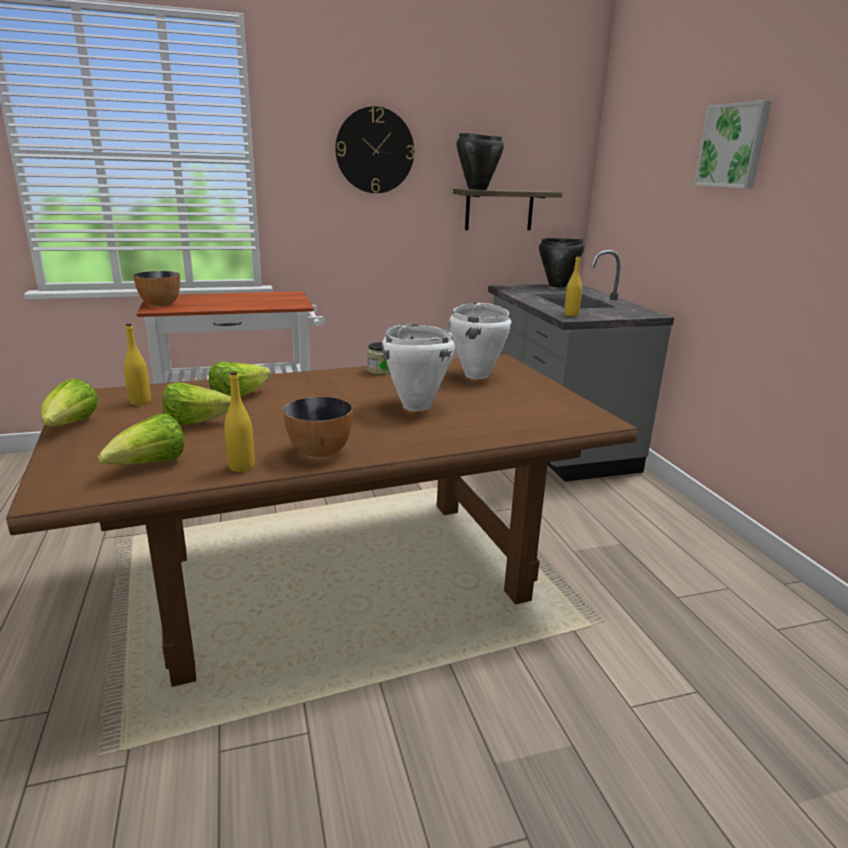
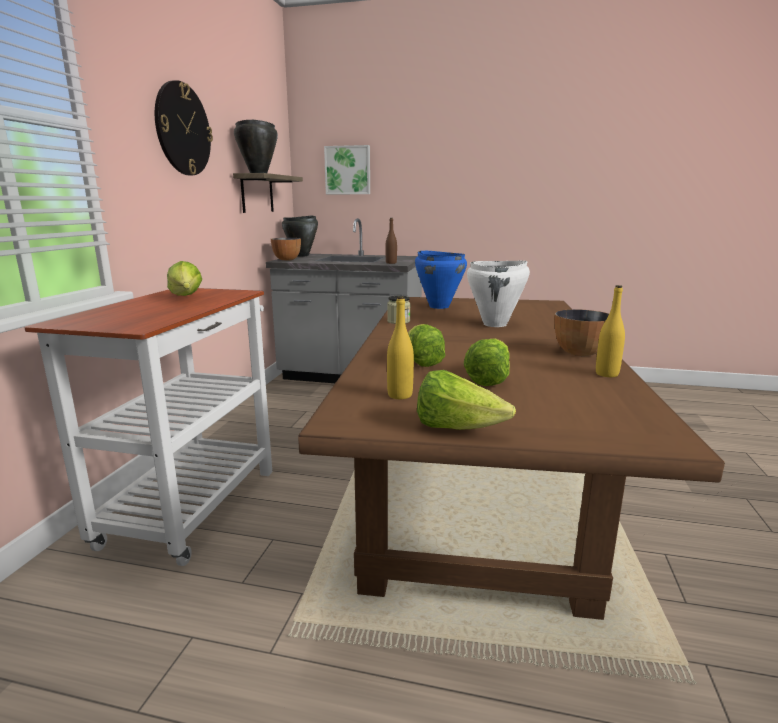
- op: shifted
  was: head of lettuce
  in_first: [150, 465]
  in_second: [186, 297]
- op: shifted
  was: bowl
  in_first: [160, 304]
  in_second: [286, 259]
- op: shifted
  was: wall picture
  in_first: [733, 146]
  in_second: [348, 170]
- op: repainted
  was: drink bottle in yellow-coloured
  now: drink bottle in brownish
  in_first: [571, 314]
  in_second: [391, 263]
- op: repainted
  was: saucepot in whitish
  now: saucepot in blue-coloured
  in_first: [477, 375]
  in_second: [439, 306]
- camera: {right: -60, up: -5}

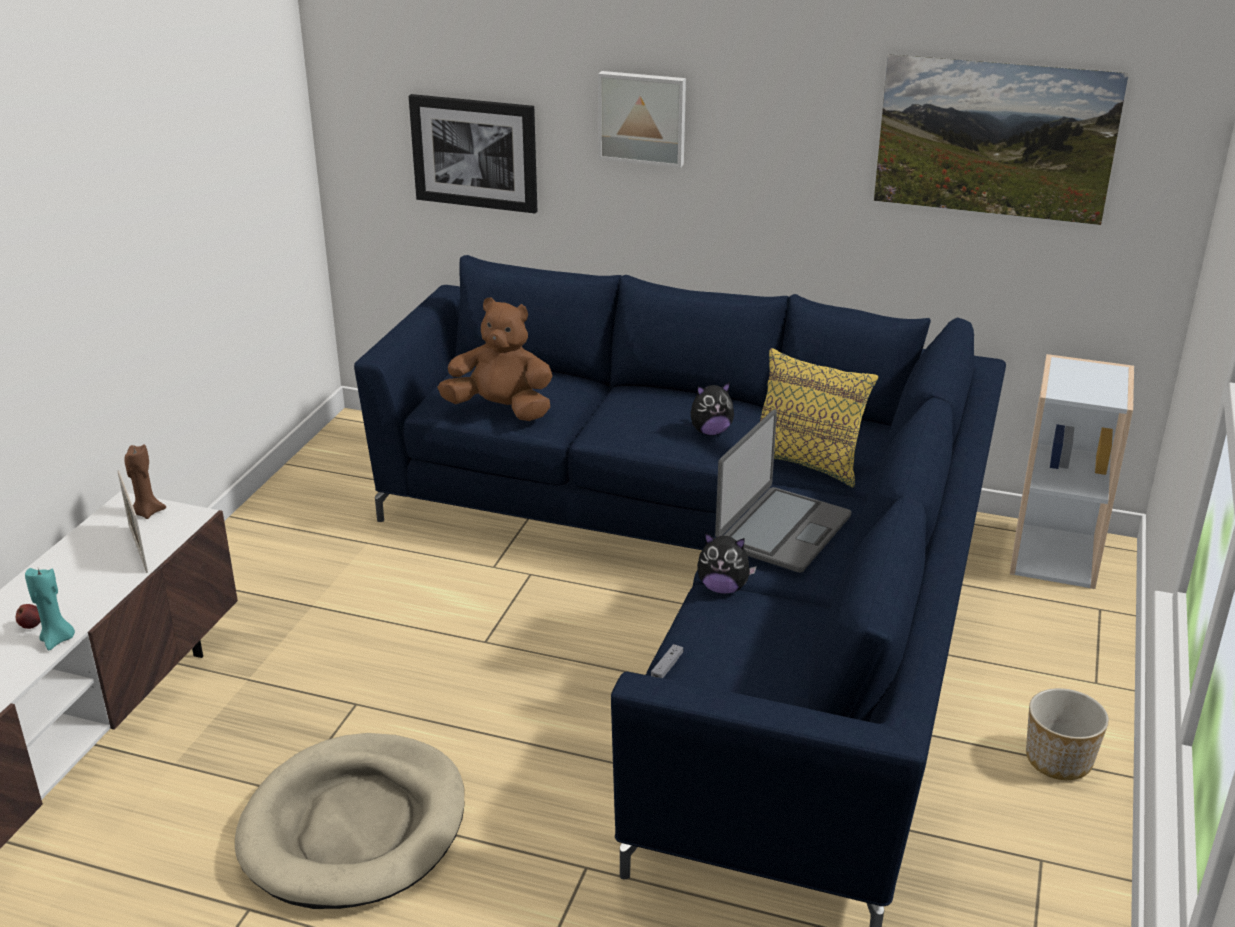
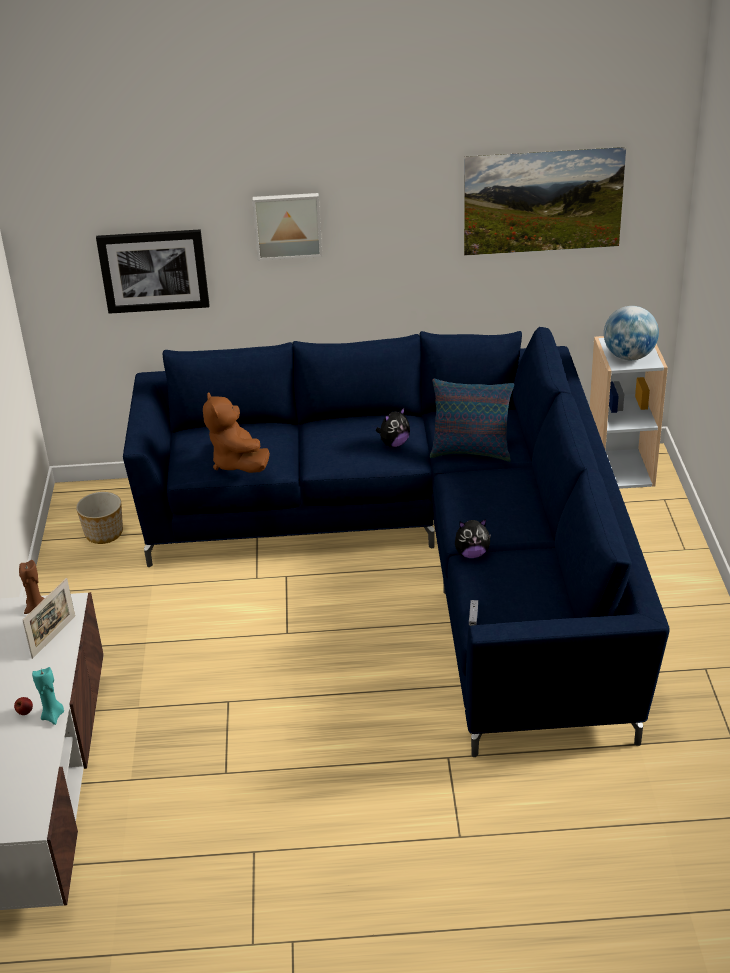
- op: rotated
  was: picture frame
  in_first: [138, 549]
  in_second: [53, 637]
  clockwise: -105
- op: shifted
  was: flower pot
  in_first: [1059, 760]
  in_second: [104, 533]
- op: rotated
  was: plush toy in brownish
  in_first: [501, 410]
  in_second: [237, 463]
  clockwise: -105
- op: repainted
  was: pillow in yellow-coloured
  now: pillow in blue-coloured
  in_first: [806, 465]
  in_second: [471, 453]
- op: new
  now: globe
  in_second: [629, 357]
- op: gone
  was: pet bed in beige
  in_first: [355, 827]
- op: gone
  was: laptop
  in_first: [782, 530]
- camera: {right: -20, up: 5}

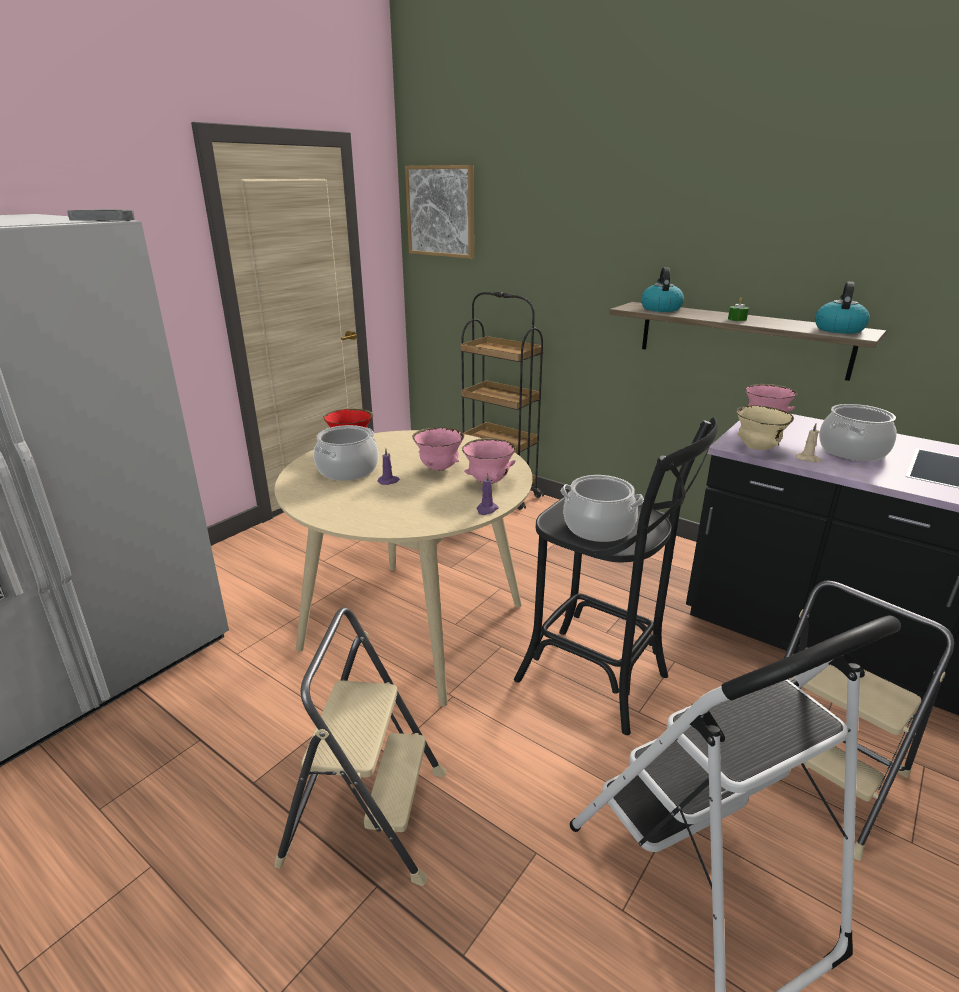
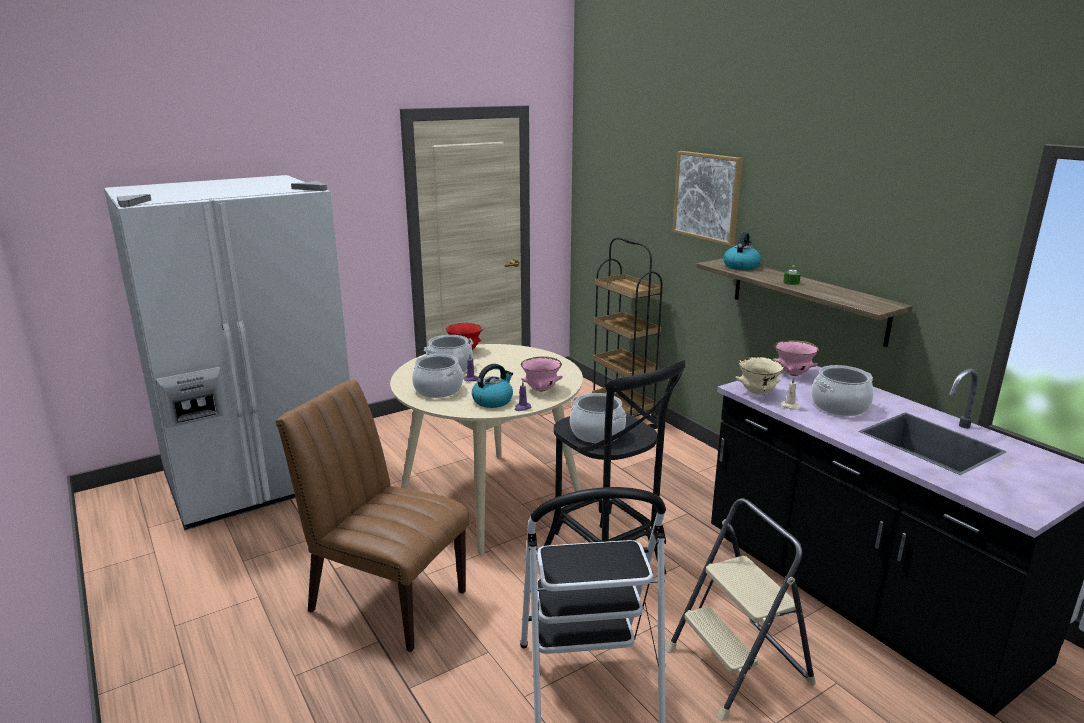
- op: swapped
  was: stepladder in beige
  now: plain chair in brownish
  in_first: [359, 813]
  in_second: [389, 601]
- op: new
  now: saucepot
  in_second: [438, 389]
- op: shifted
  was: tea kettle
  in_first: [838, 329]
  in_second: [493, 400]
- op: shifted
  was: wall picture
  in_first: [441, 211]
  in_second: [707, 196]
- op: gone
  was: bowl in pink
  in_first: [439, 468]
- camera: {right: 20, up: -5}

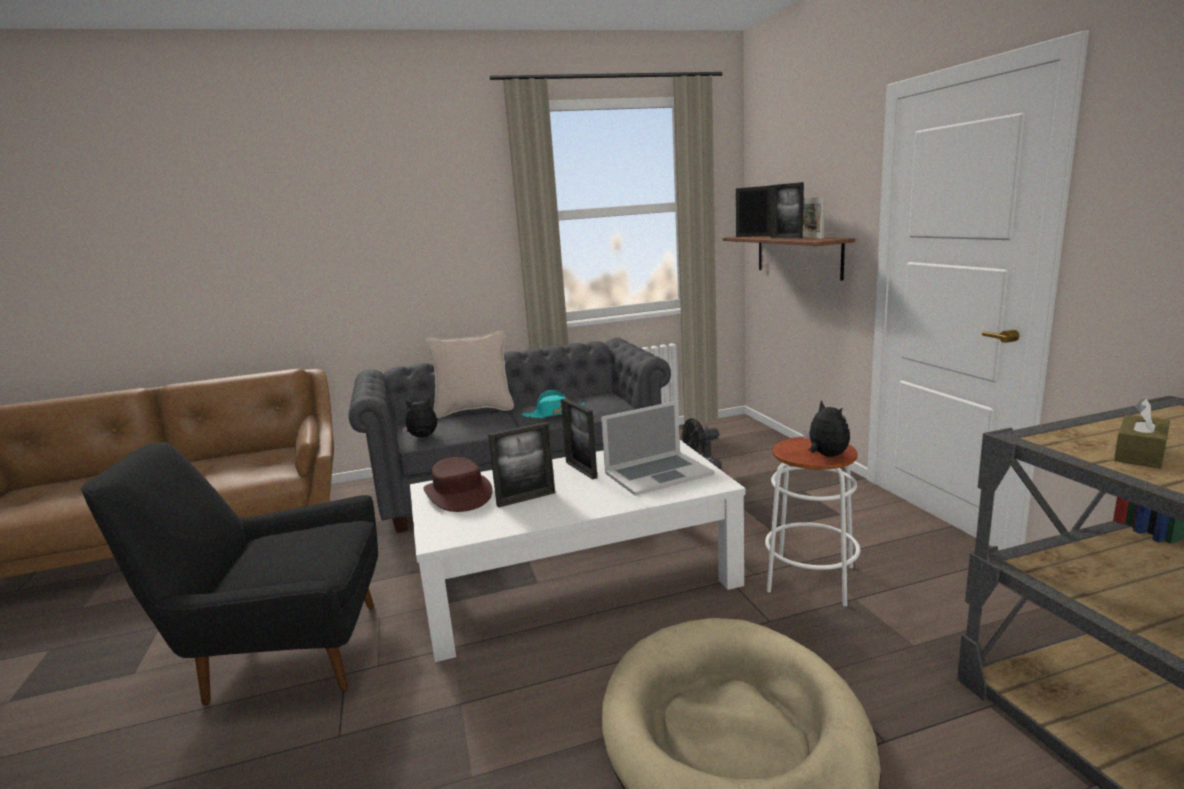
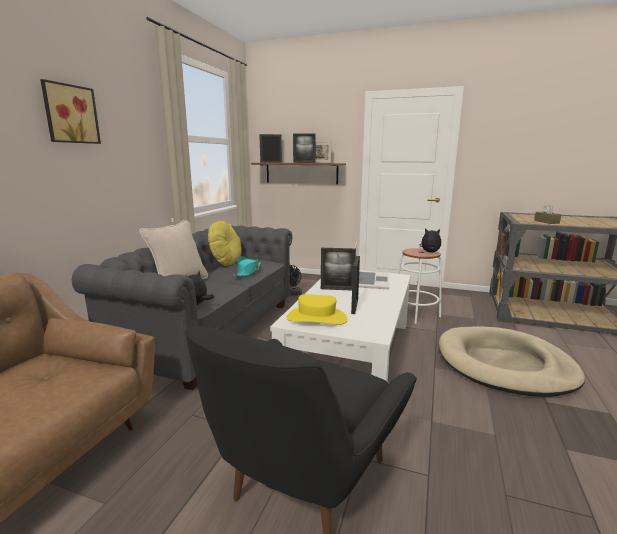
- op: new
  now: wall picture
  in_second: [70, 114]
- op: new
  now: pillow in yellow-coloured
  in_second: [226, 263]
- op: repainted
  was: wearable hat in brownish
  now: wearable hat in yellow-coloured
  in_first: [458, 494]
  in_second: [316, 318]
- camera: {right: -55, up: 0}

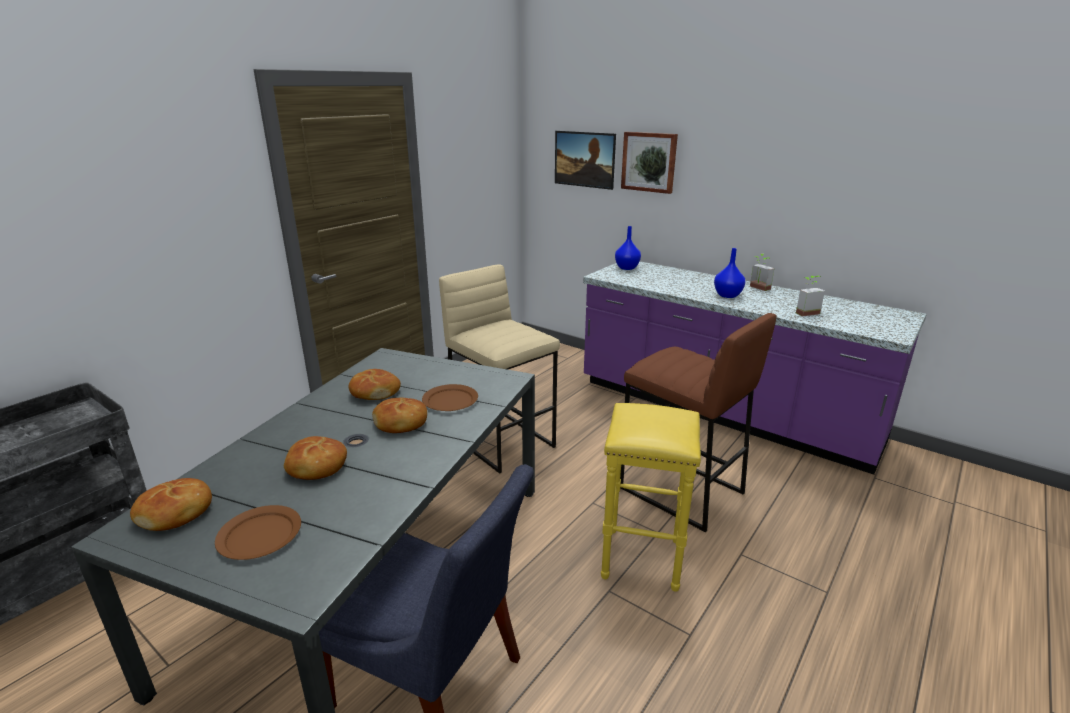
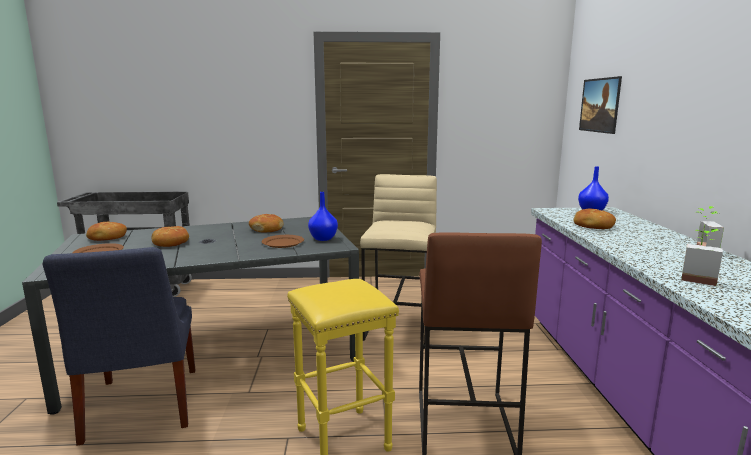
- op: shifted
  was: decorative vase in blue-coloured
  in_first: [728, 295]
  in_second: [323, 239]
- op: shifted
  was: bread
  in_first: [401, 423]
  in_second: [593, 226]
- op: gone
  was: wall picture
  in_first: [649, 162]
- camera: {right: 50, up: -10}

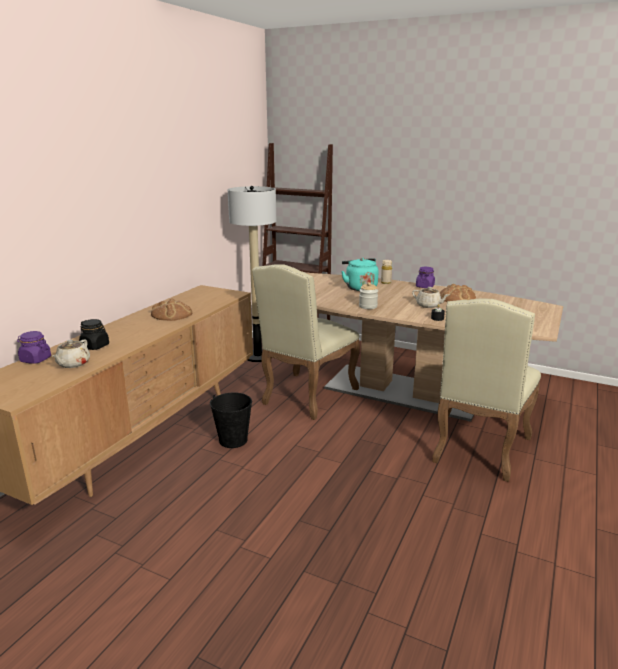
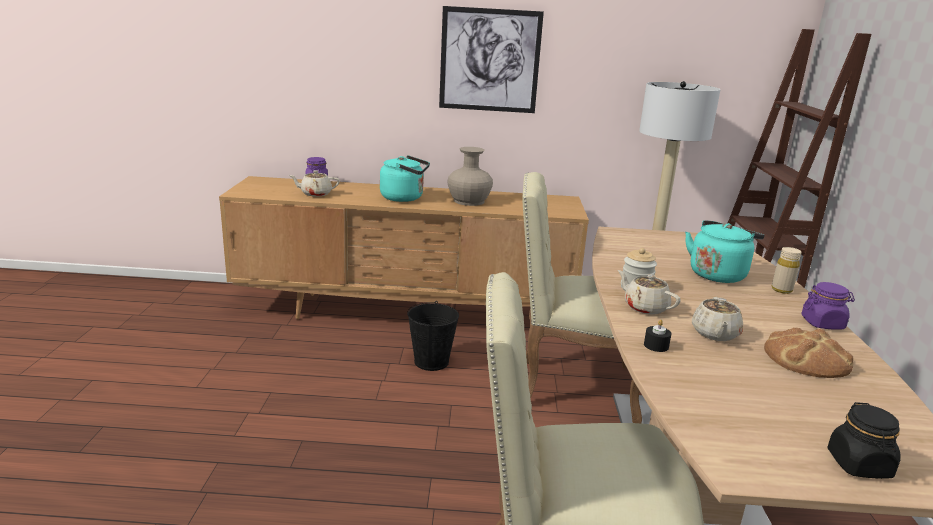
- op: new
  now: tea kettle in turquoise-coloured
  in_second: [404, 198]
- op: new
  now: wall picture
  in_second: [489, 60]
- op: swapped
  was: bread
  now: decorative vase in beige
  in_first: [172, 314]
  in_second: [469, 201]
- op: new
  now: teapot in beige
  in_second: [645, 307]
- op: shifted
  was: storage jar in blackish
  in_first: [95, 346]
  in_second: [859, 465]
- camera: {right: 65, up: 0}

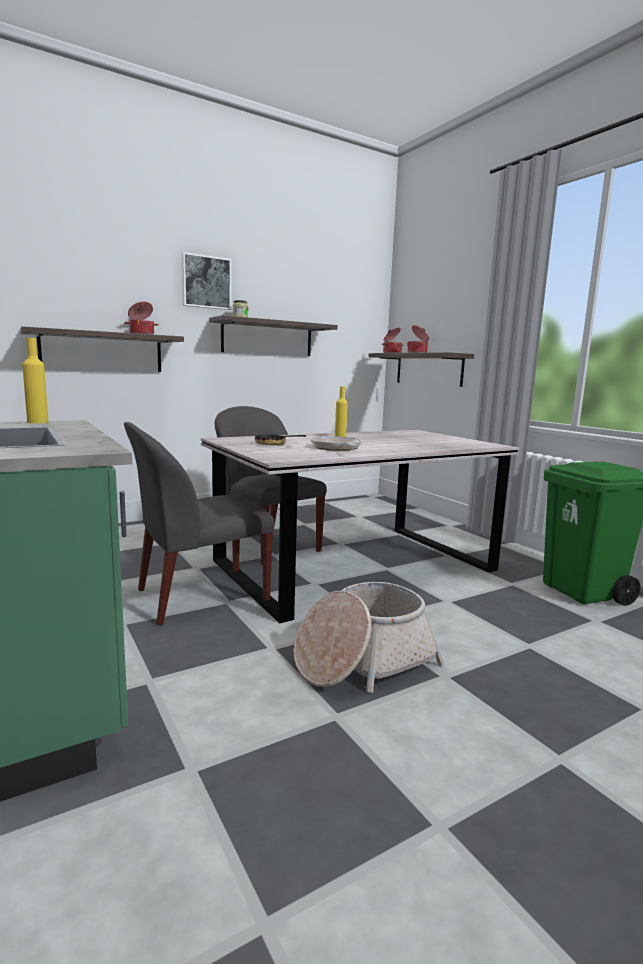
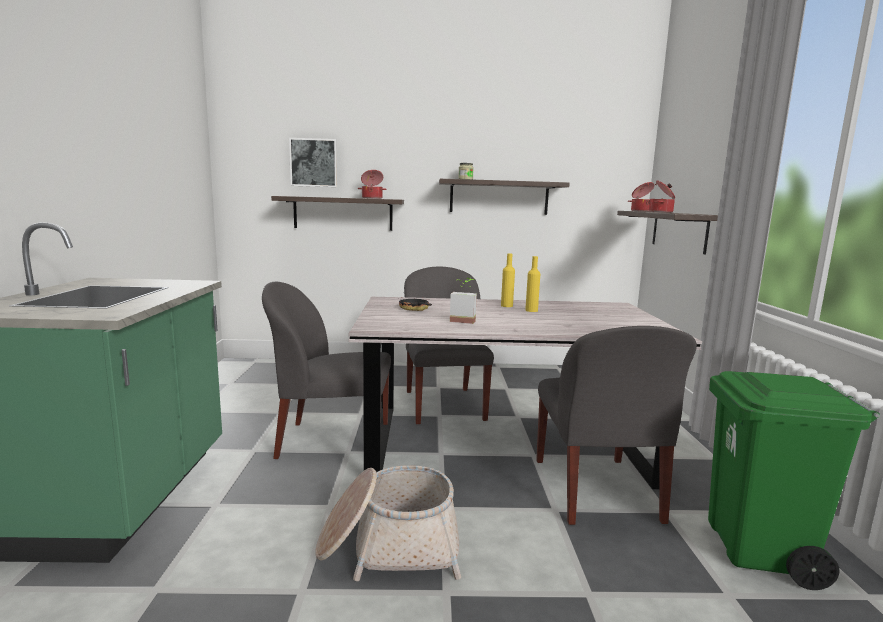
- op: shifted
  was: wall picture
  in_first: [206, 282]
  in_second: [314, 163]
- op: swapped
  was: pan
  now: plant in a pot
  in_first: [337, 448]
  in_second: [463, 320]
- op: shifted
  was: drink bottle in yellow-coloured
  in_first: [37, 422]
  in_second: [531, 310]
- op: new
  now: plain chair in gray
  in_second: [597, 492]
- camera: {right: 30, up: 0}

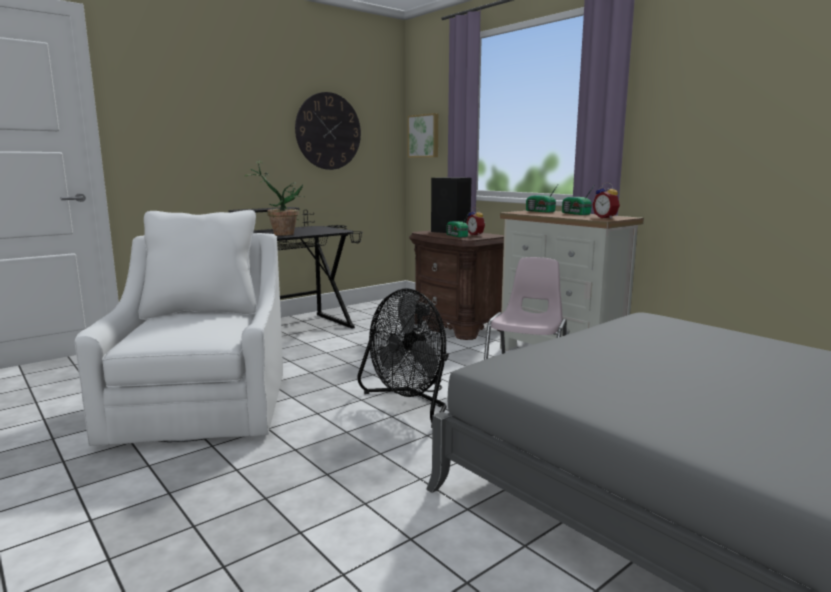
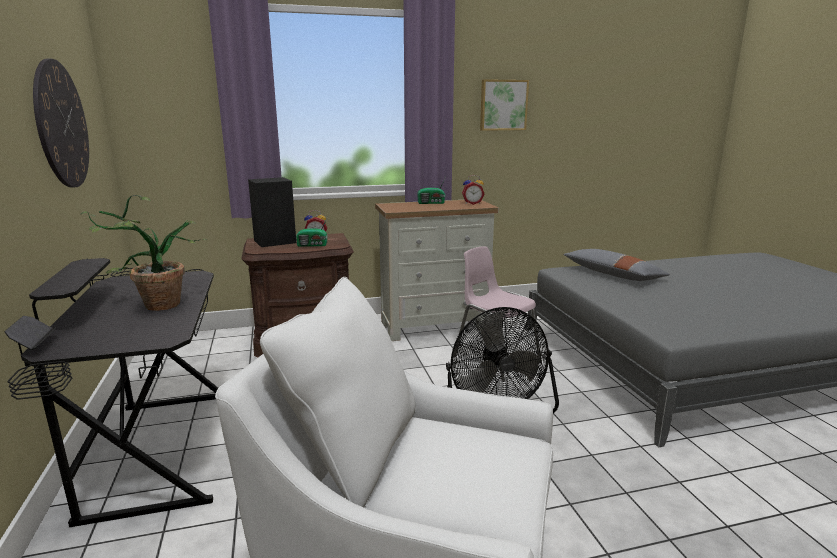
- op: shifted
  was: wall picture
  in_first: [424, 136]
  in_second: [503, 105]
- op: new
  now: pillow in gray
  in_second: [612, 275]
- op: gone
  was: radio receiver
  in_first: [540, 211]
- camera: {right: -65, up: 5}

